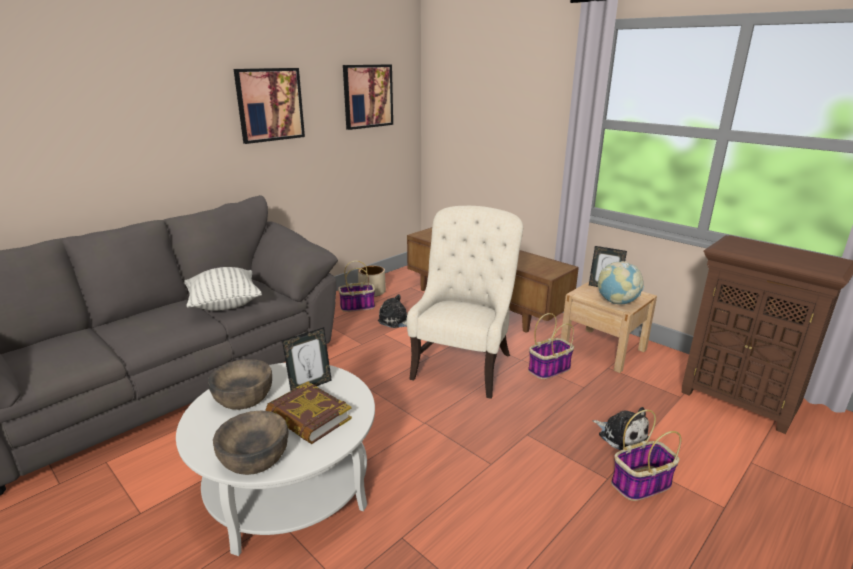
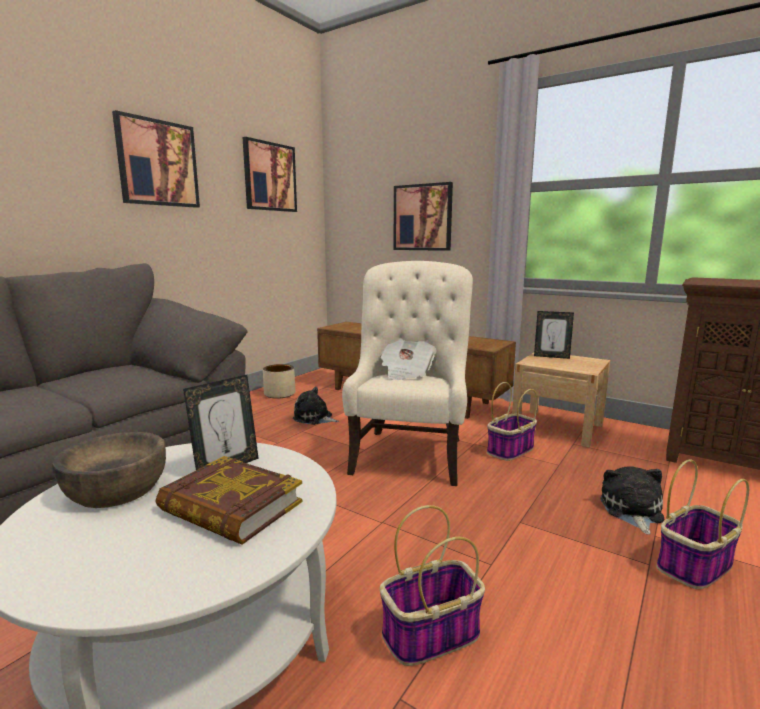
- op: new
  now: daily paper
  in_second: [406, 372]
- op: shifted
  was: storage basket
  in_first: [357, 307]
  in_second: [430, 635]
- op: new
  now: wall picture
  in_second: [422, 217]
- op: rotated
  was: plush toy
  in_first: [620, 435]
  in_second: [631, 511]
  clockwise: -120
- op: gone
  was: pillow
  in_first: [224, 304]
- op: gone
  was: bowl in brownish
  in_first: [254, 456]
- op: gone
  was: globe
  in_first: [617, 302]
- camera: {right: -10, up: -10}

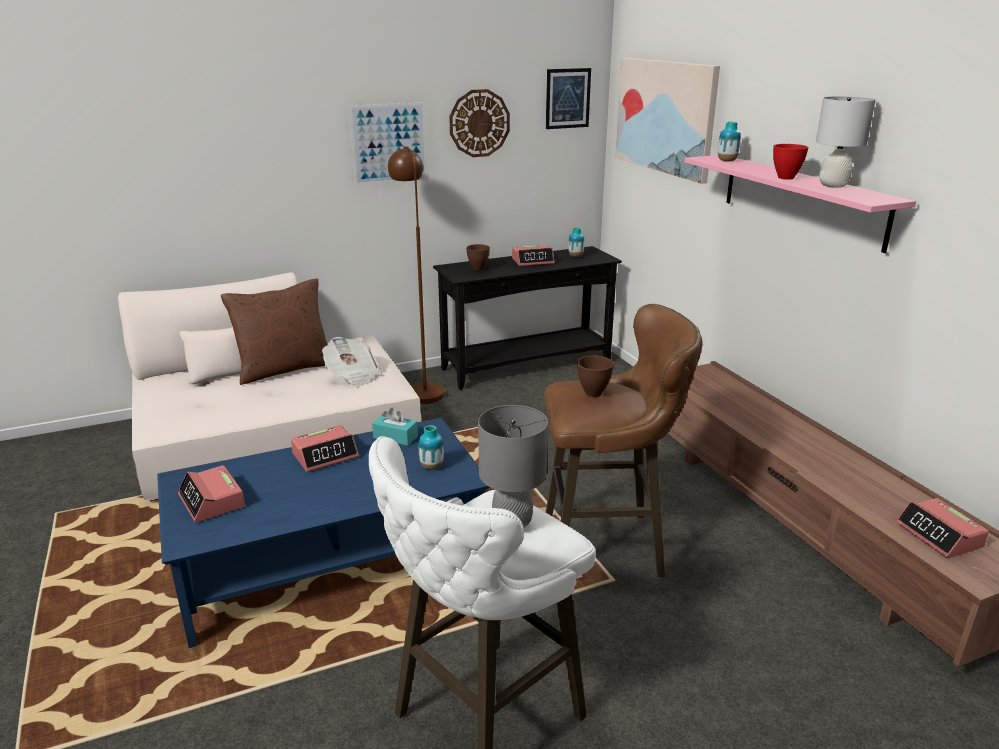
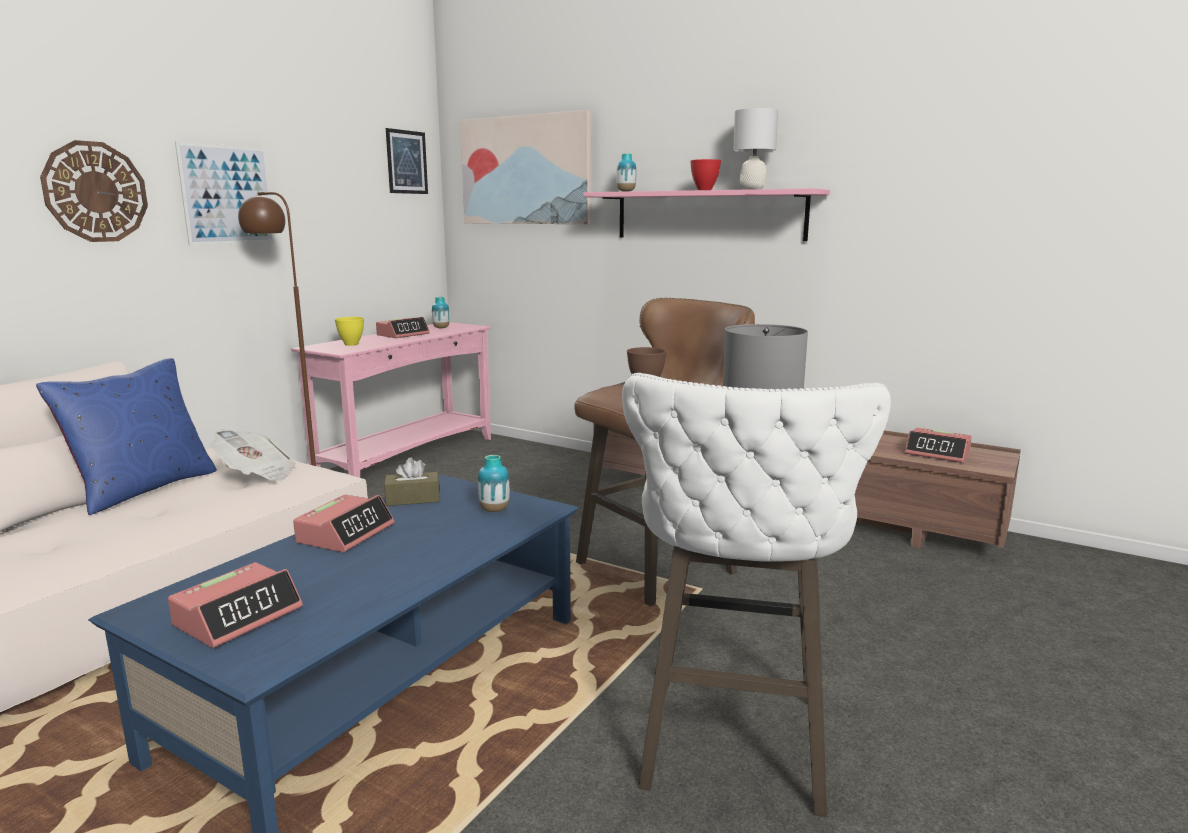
- op: repainted
  was: pillow in brownish
  now: pillow in blue-coloured
  in_first: [284, 369]
  in_second: [143, 489]
- op: shifted
  was: wall clock
  in_first: [479, 123]
  in_second: [95, 192]
- op: rotated
  was: table clock
  in_first: [212, 501]
  in_second: [238, 616]
  clockwise: -75
- op: repainted
  was: console table in blackish
  now: console table in pink
  in_first: [527, 365]
  in_second: [408, 457]
- op: repainted
  was: bowl in brownish
  now: bowl in yellow-coloured
  in_first: [477, 269]
  in_second: [351, 344]
- op: repainted
  was: box of tissues in turquoise-coloured
  now: box of tissues in brownish
  in_first: [395, 437]
  in_second: [413, 499]
- camera: {right: -35, up: -10}

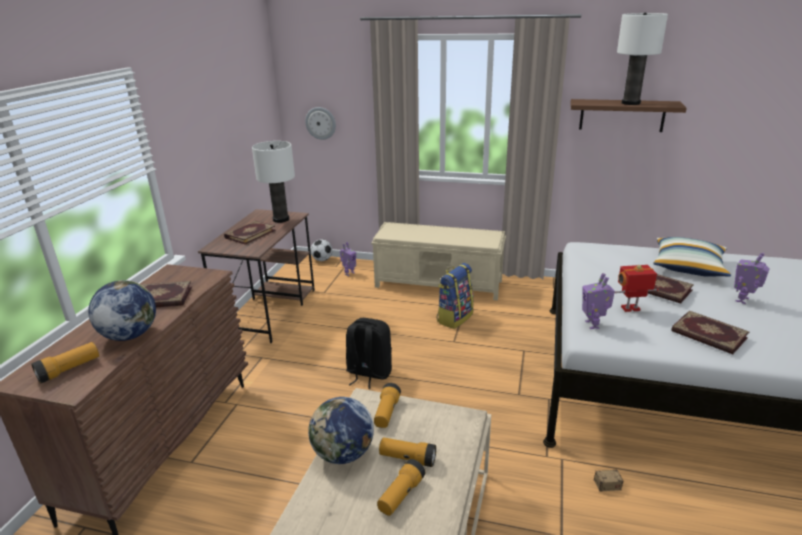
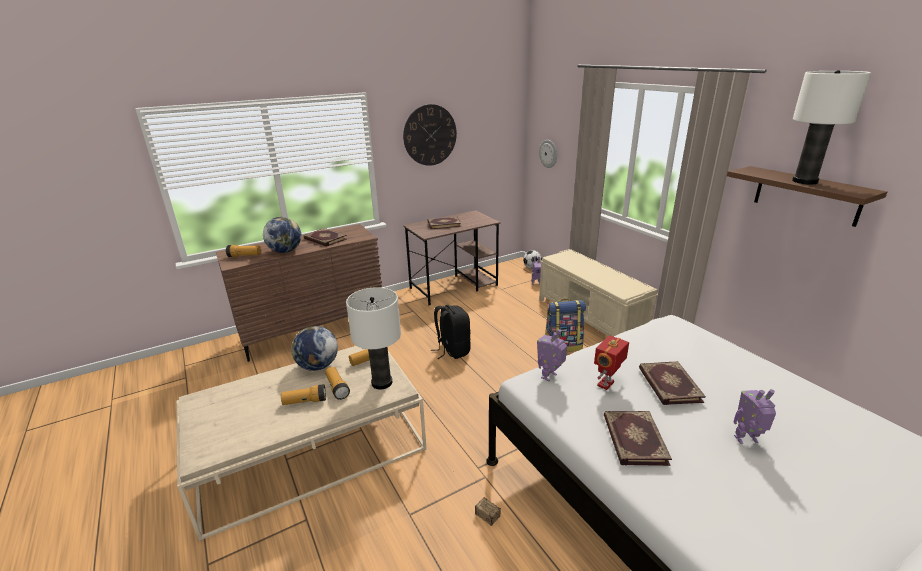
- op: shifted
  was: tabletop lamp in whitish
  in_first: [280, 219]
  in_second: [381, 382]
- op: new
  now: wall clock
  in_second: [430, 135]
- op: rotated
  was: robot figure
  in_first: [631, 309]
  in_second: [606, 384]
  clockwise: -90
- op: gone
  was: pillow
  in_first: [688, 267]
- camera: {right: 45, up: 0}

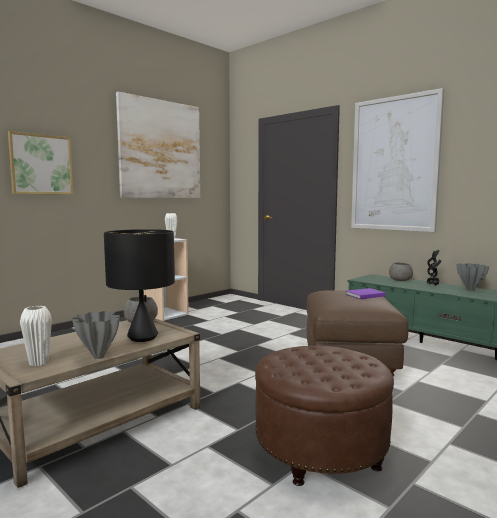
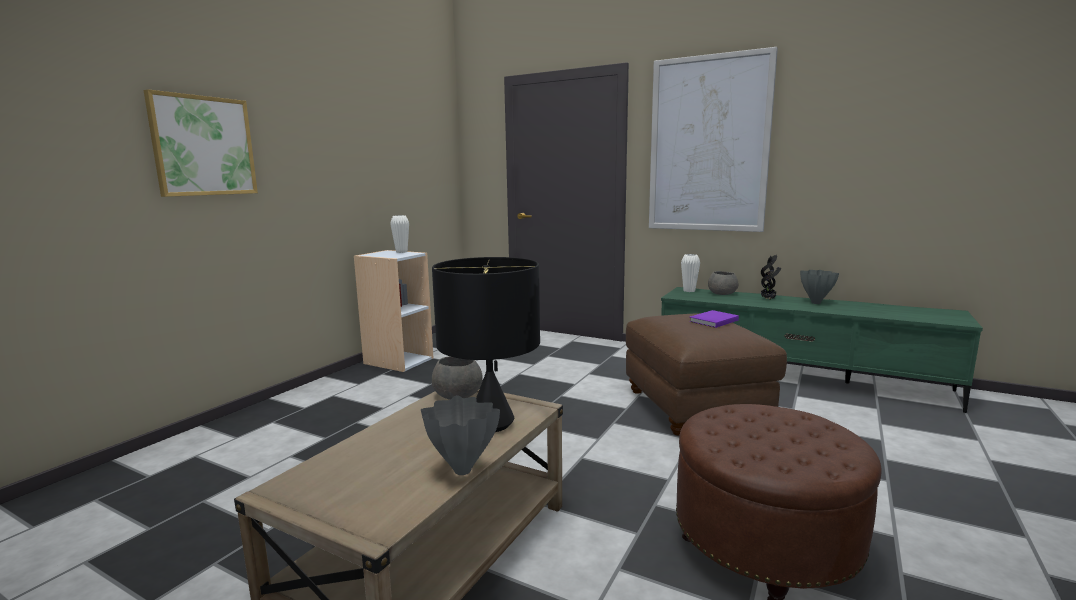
- op: shifted
  was: decorative vase in whitish
  in_first: [38, 363]
  in_second: [689, 291]
- op: gone
  was: wall picture
  in_first: [160, 149]
- camera: {right: -15, up: 5}

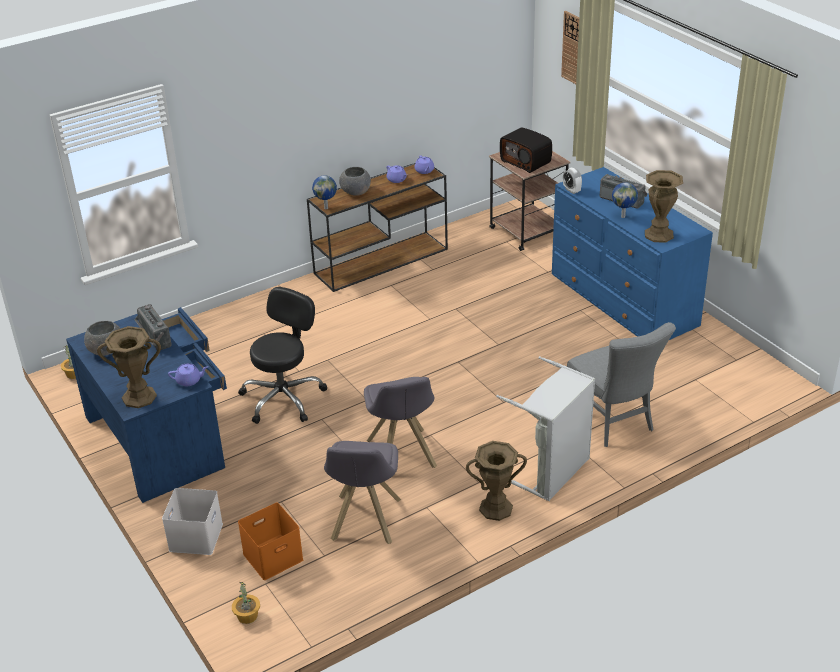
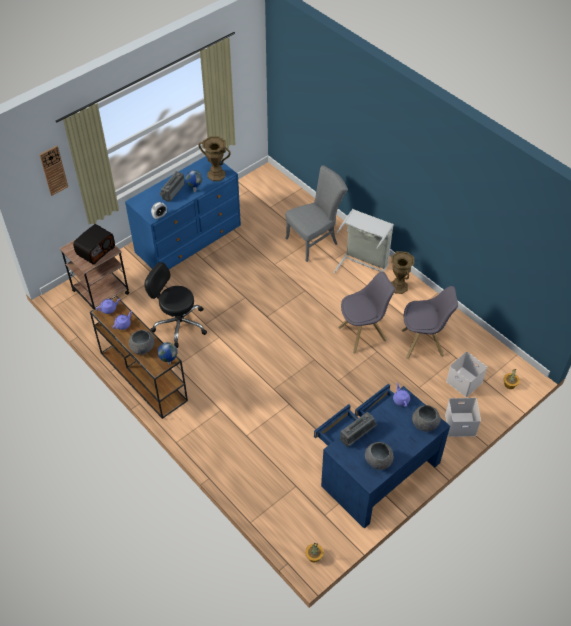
- op: shifted
  was: desk chair in blackish
  in_first: [285, 396]
  in_second: [177, 324]
- op: swapped
  was: decorative vase in brownish
  now: bowl in gray
  in_first: [139, 397]
  in_second: [424, 424]
- op: repainted
  was: storage bin in orange
  now: storage bin in whitish
  in_first: [272, 558]
  in_second: [465, 382]
- camera: {right: -100, up: 15}

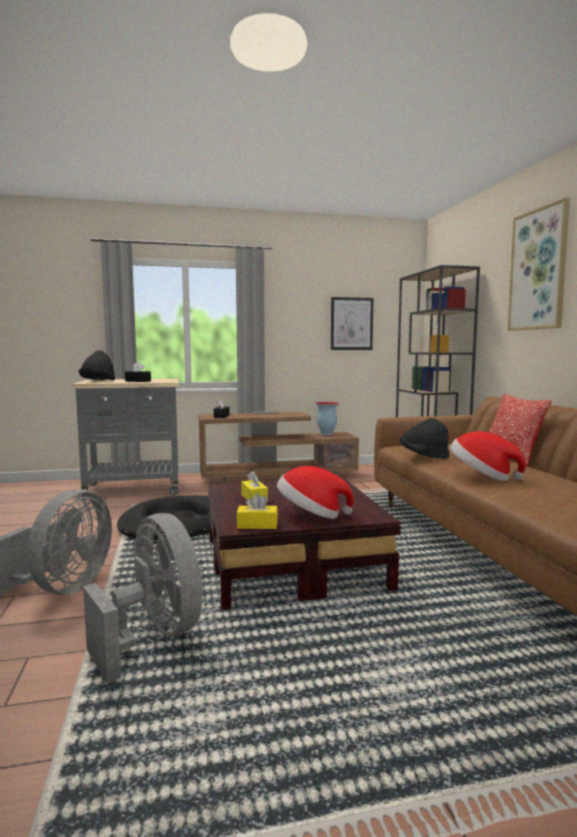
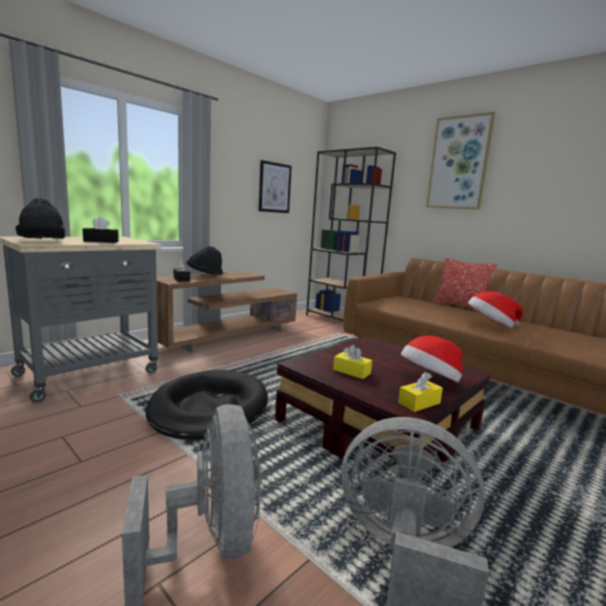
- op: shifted
  was: wearable hat in blackish
  in_first: [423, 456]
  in_second: [204, 274]
- op: gone
  was: decorative vase
  in_first: [326, 434]
- camera: {right: -35, up: 5}

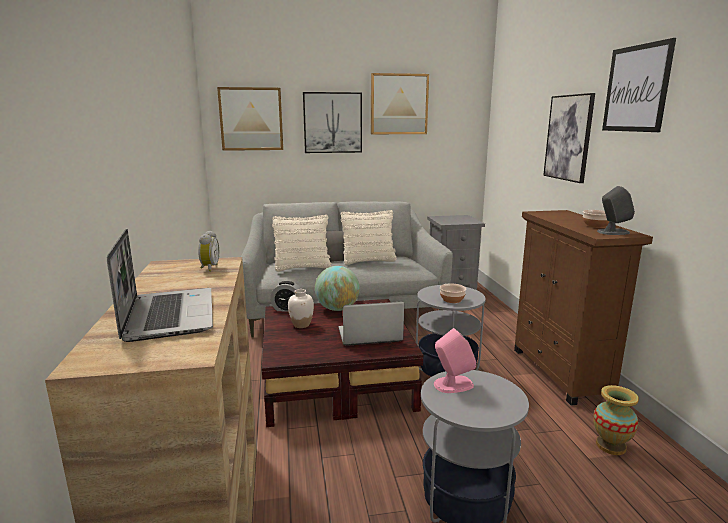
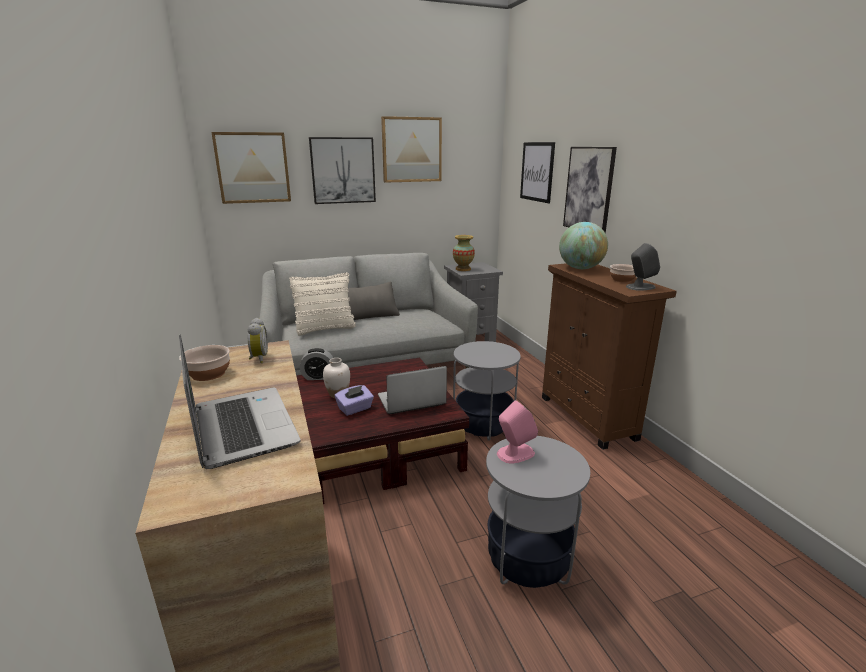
- op: shifted
  was: bowl
  in_first: [452, 300]
  in_second: [208, 374]
- op: new
  now: box of tissues in purple-coloured
  in_second: [355, 409]
- op: shifted
  was: decorative vase
  in_first: [611, 446]
  in_second: [463, 269]
- op: shifted
  was: wall picture
  in_first: [636, 88]
  in_second: [537, 172]
- op: shifted
  was: globe
  in_first: [337, 309]
  in_second: [580, 268]
- op: gone
  was: pillow in beige
  in_first: [368, 261]
- camera: {right: -10, up: 5}

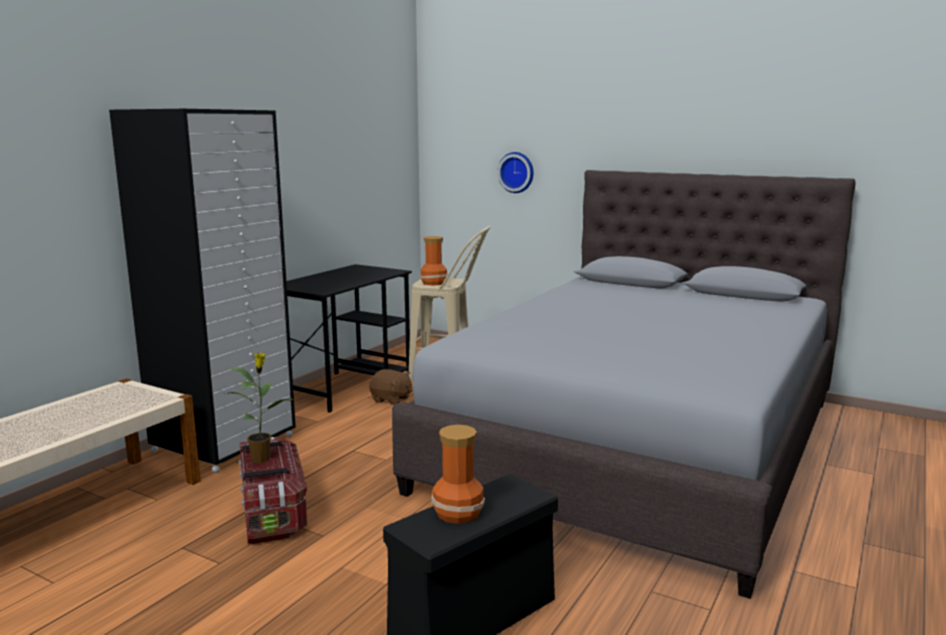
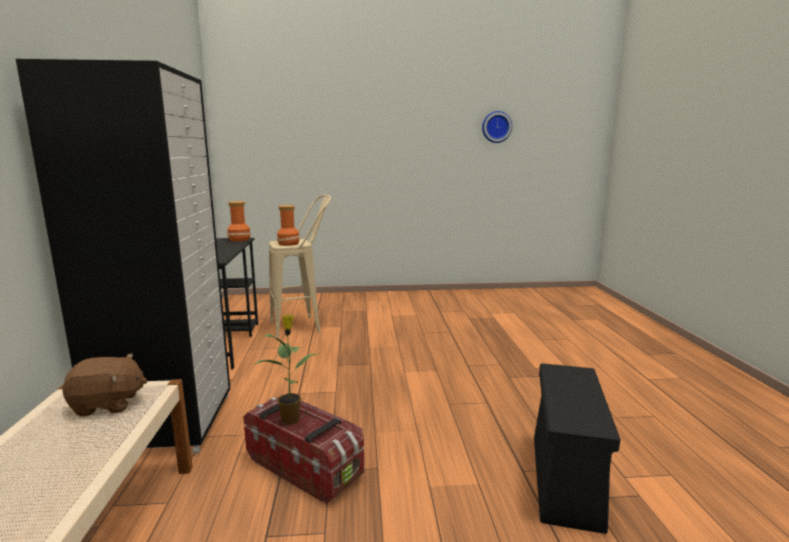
- op: shifted
  was: plush toy in brownish
  in_first: [391, 399]
  in_second: [108, 404]
- op: shifted
  was: decorative vase
  in_first: [457, 513]
  in_second: [239, 239]
- op: shifted
  was: wall clock
  in_first: [517, 172]
  in_second: [496, 127]
- op: gone
  was: bed in gray
  in_first: [641, 443]
- camera: {right: -35, up: 0}

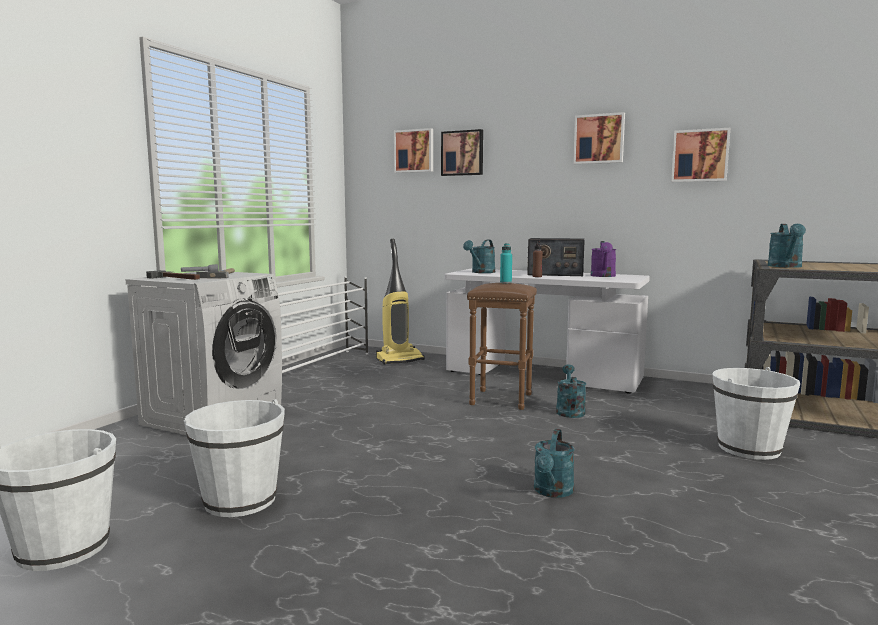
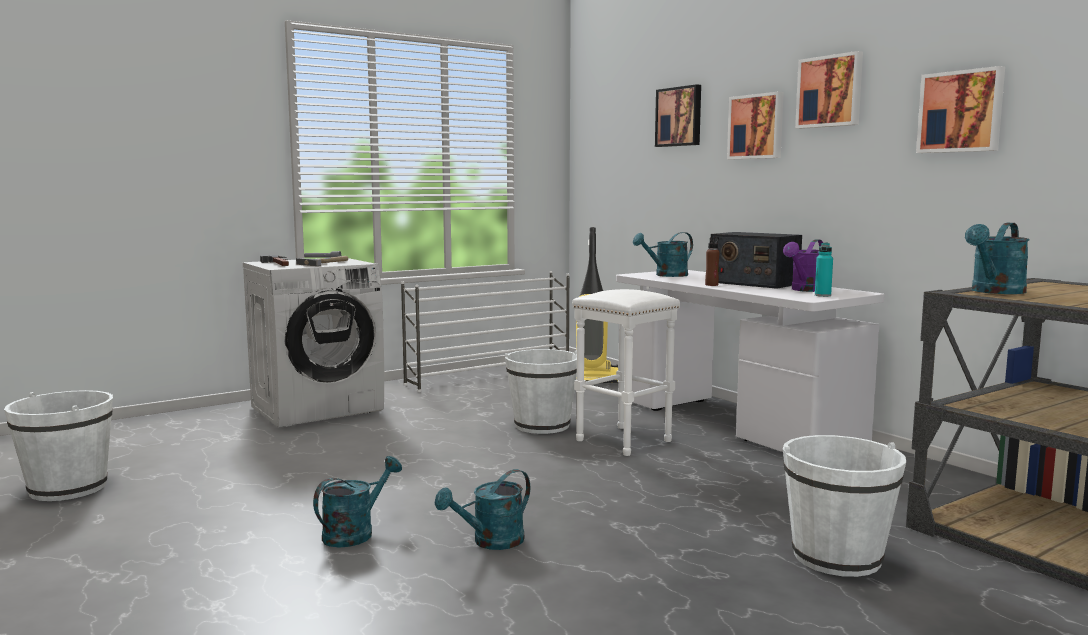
- op: shifted
  was: watering can in turquoise-coloured
  in_first: [569, 410]
  in_second: [355, 533]
- op: shifted
  was: pail in whitish
  in_first: [240, 500]
  in_second: [542, 425]
- op: repainted
  was: sitting stool in brownish
  now: sitting stool in whitish
  in_first: [499, 399]
  in_second: [621, 440]
- op: shifted
  was: wall picture
  in_first: [414, 151]
  in_second: [756, 126]
- op: shifted
  was: drink bottle in turquoise-coloured
  in_first: [505, 282]
  in_second: [822, 295]
- camera: {right: 30, up: 0}

